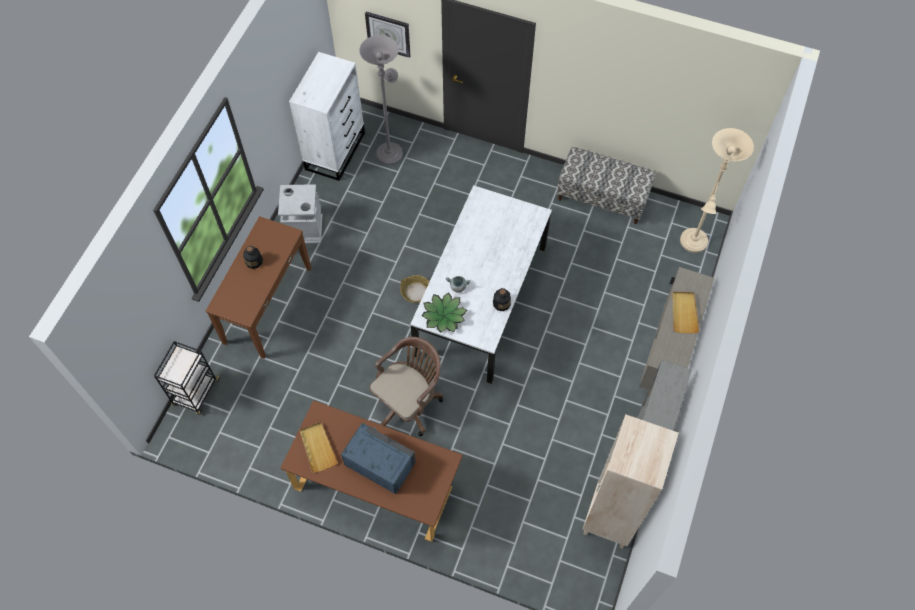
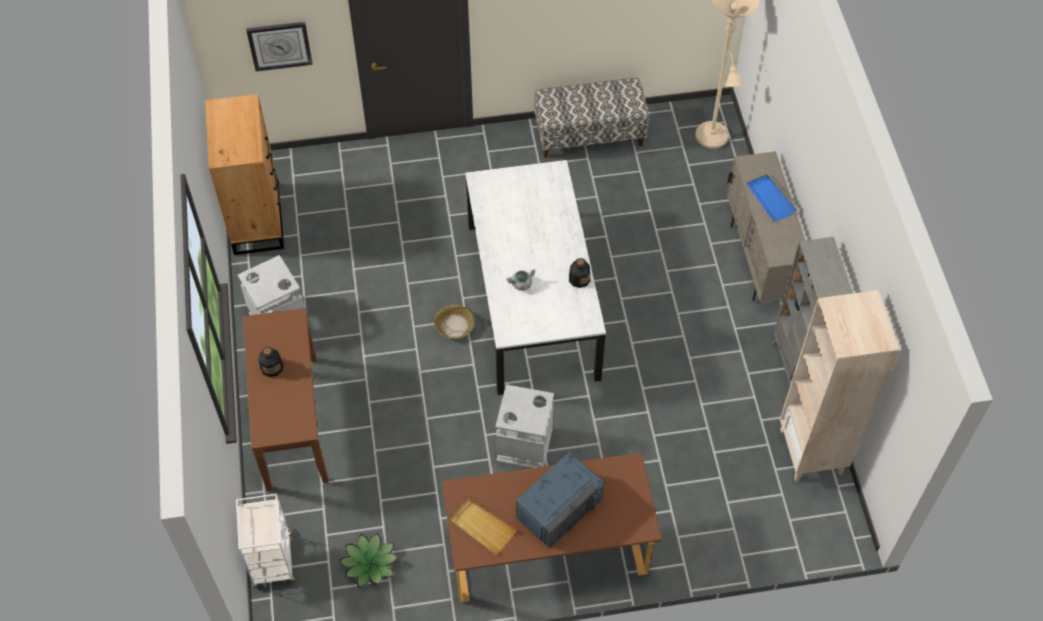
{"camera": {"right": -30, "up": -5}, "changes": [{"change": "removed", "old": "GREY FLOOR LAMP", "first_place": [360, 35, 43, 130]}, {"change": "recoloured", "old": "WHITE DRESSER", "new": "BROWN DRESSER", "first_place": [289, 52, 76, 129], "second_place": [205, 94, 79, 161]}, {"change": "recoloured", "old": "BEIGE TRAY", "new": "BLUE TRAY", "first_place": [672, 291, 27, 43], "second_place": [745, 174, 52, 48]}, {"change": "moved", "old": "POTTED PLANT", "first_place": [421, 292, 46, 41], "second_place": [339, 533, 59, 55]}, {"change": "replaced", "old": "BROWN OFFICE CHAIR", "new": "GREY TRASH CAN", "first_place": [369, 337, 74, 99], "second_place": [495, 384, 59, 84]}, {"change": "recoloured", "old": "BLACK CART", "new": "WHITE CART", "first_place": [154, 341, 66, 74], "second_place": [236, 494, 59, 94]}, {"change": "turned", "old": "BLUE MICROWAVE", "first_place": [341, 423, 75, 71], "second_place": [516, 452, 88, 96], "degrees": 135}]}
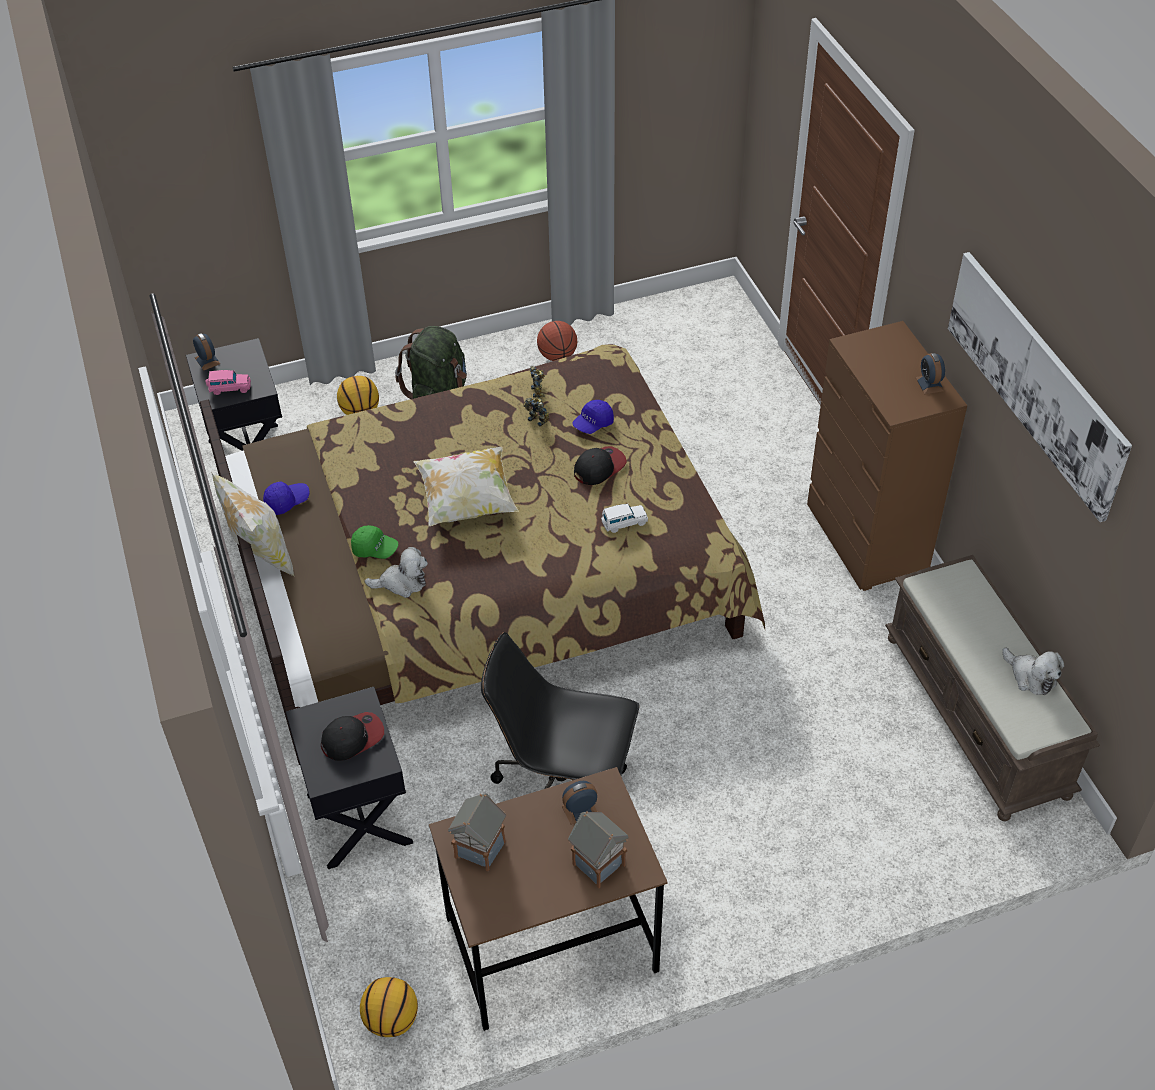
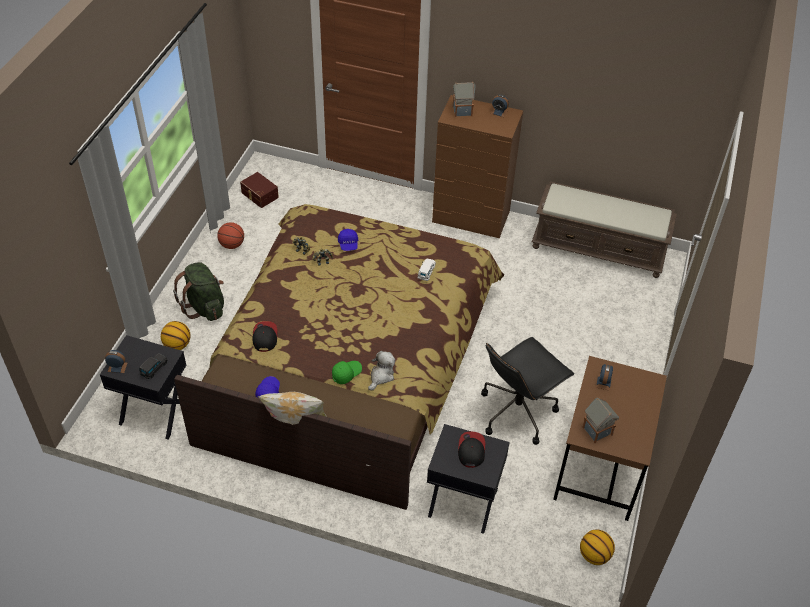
{"camera": {"right": -55, "up": 0}, "changes": [{"change": "removed", "old": "PICTURE", "first_place": [948, 252, 184, 270]}, {"change": "recoloured", "old": "PINK TOY CAR", "new": "BLACK TOY CAR", "first_place": [206, 370, 45, 25], "second_place": [139, 353, 29, 26]}, {"change": "removed", "old": "PILLOW", "first_place": [413, 446, 106, 80]}, {"change": "moved", "old": "CAP", "first_place": [574, 446, 53, 39], "second_place": [252, 321, 25, 31]}, {"change": "removed", "old": "PLUSH TOY", "first_place": [1002, 647, 62, 48]}, {"change": "moved", "old": "TOY HOUSE", "first_place": [568, 811, 61, 78], "second_place": [452, 82, 24, 35]}, {"change": "added", "new": "BROWN STORAGE BOX", "second_place": [240, 172, 39, 36]}]}
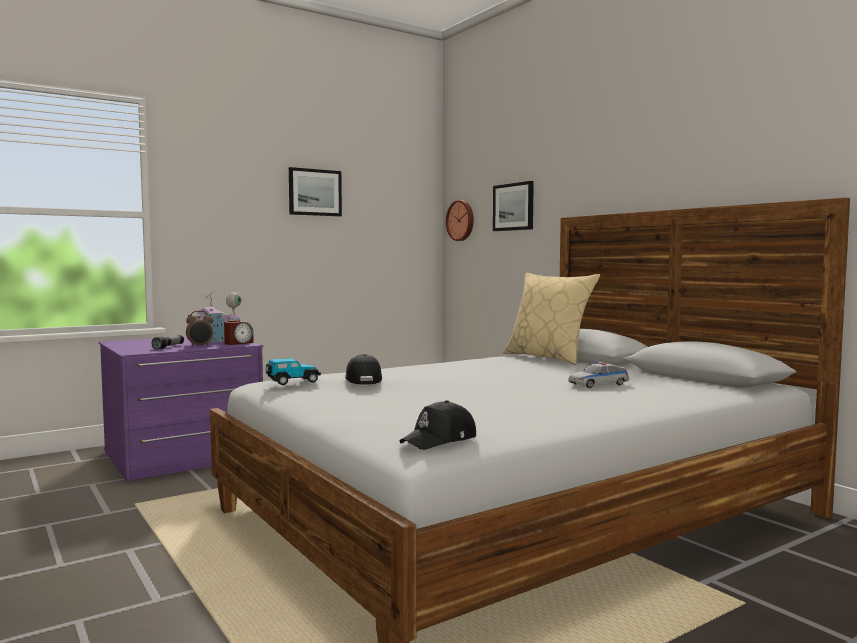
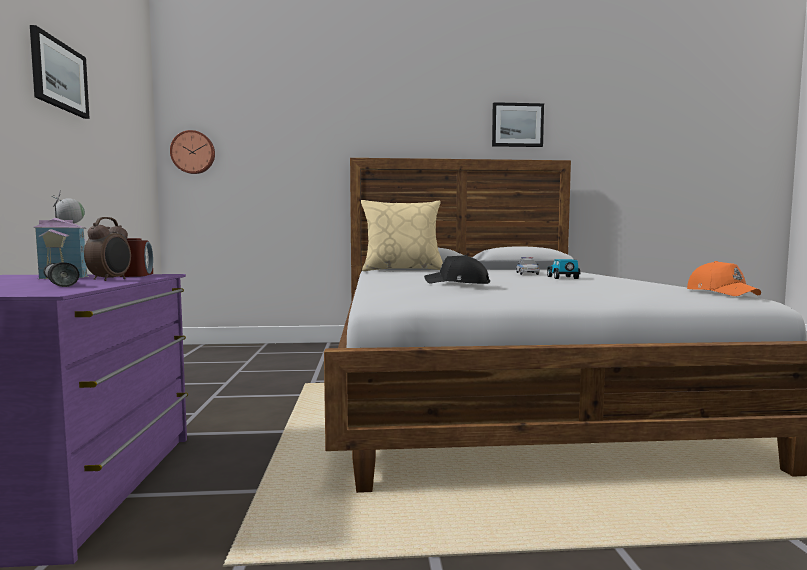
{"camera": {"right": -60, "up": 0}, "changes": [{"change": "moved", "old": "PICTURE", "first_place": [493, 181, 41, 50], "second_place": [492, 102, 52, 45]}, {"change": "moved", "old": "TOY CAR", "first_place": [266, 358, 55, 27], "second_place": [547, 259, 33, 20]}, {"change": "recoloured", "old": "BLACK CAP", "new": "ORANGE CAP", "first_place": [400, 400, 76, 50], "second_place": [687, 261, 74, 35]}]}
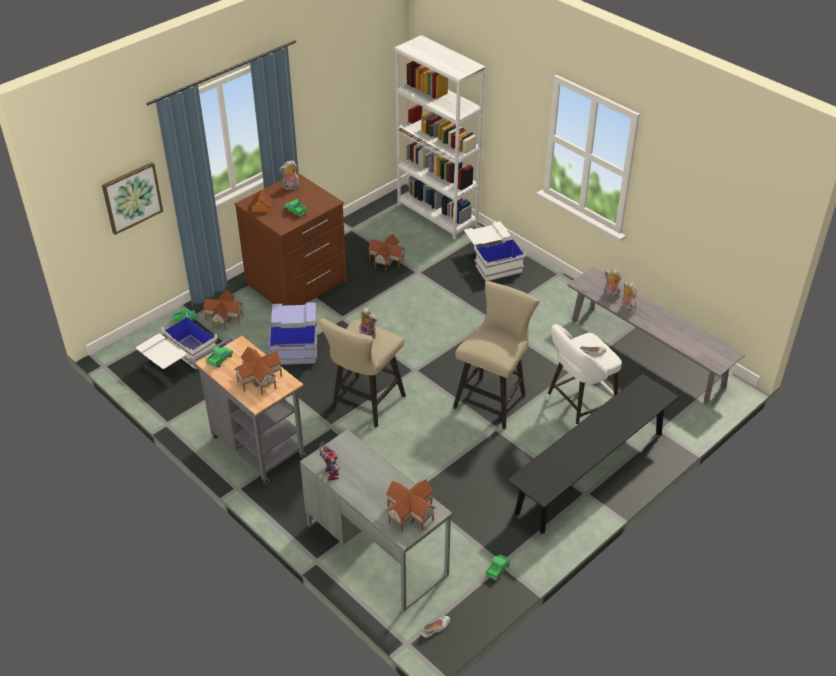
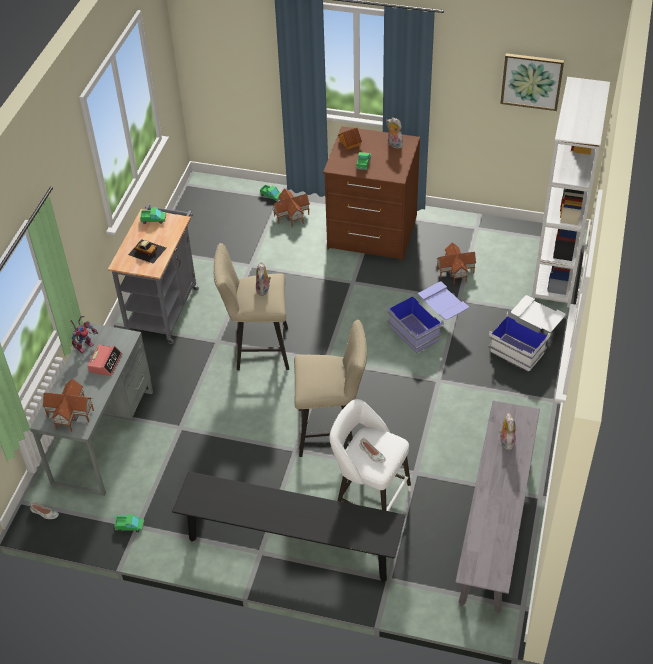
{"camera": {"right": 60, "up": 5}, "changes": [{"change": "moved", "old": "PICTURE", "first_place": [102, 162, 61, 73], "second_place": [500, 53, 64, 58]}, {"change": "removed", "old": "PLUSH TOY", "first_place": [622, 282, 15, 32]}, {"change": "moved", "old": "BLUE STORAGE BOX", "first_place": [267, 302, 50, 63], "second_place": [387, 282, 82, 71]}, {"change": "removed", "old": "WHITE STORAGE BOX", "first_place": [136, 313, 81, 56]}, {"change": "replaced", "old": "TOY HOUSE", "new": "TOY CAR", "first_place": [234, 347, 48, 48], "second_place": [128, 239, 38, 24]}, {"change": "added", "new": "ALARM CLOCK", "second_place": [87, 345, 35, 31]}]}
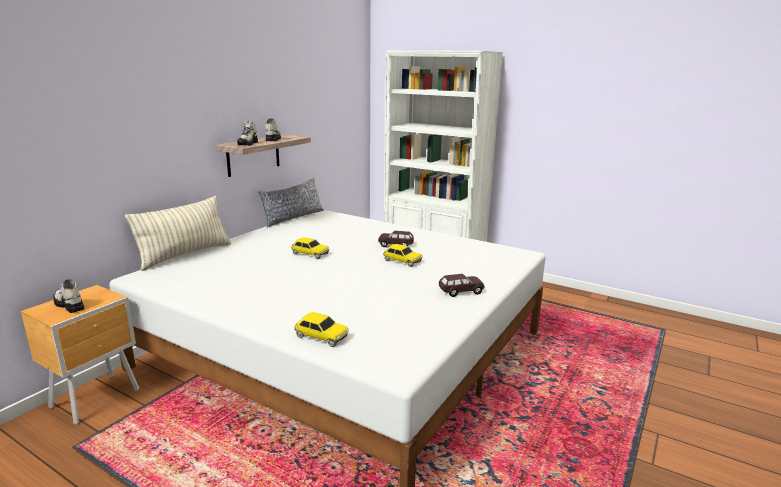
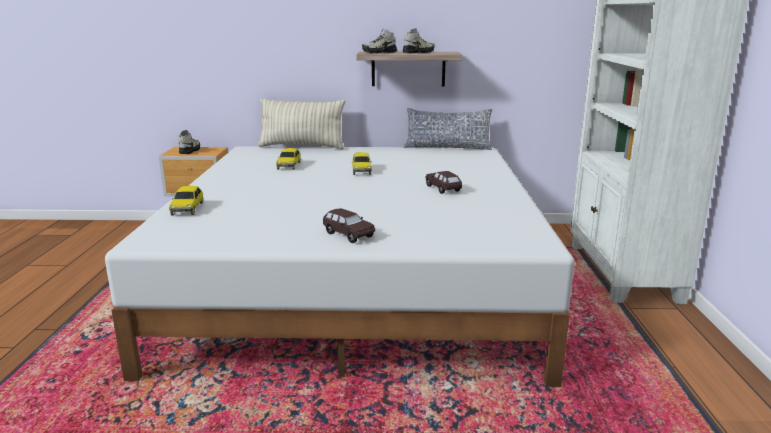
{"camera": {"right": 60, "up": 0}, "changes": [{"change": "moved", "old": "TOY CAR", "first_place": [383, 244, 39, 23], "second_place": [276, 148, 25, 22]}]}
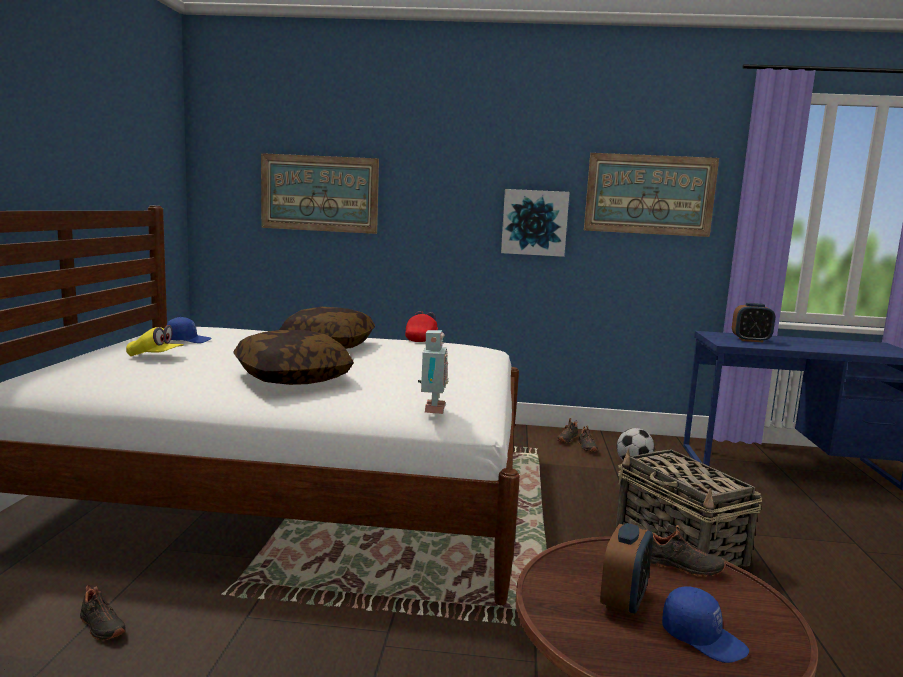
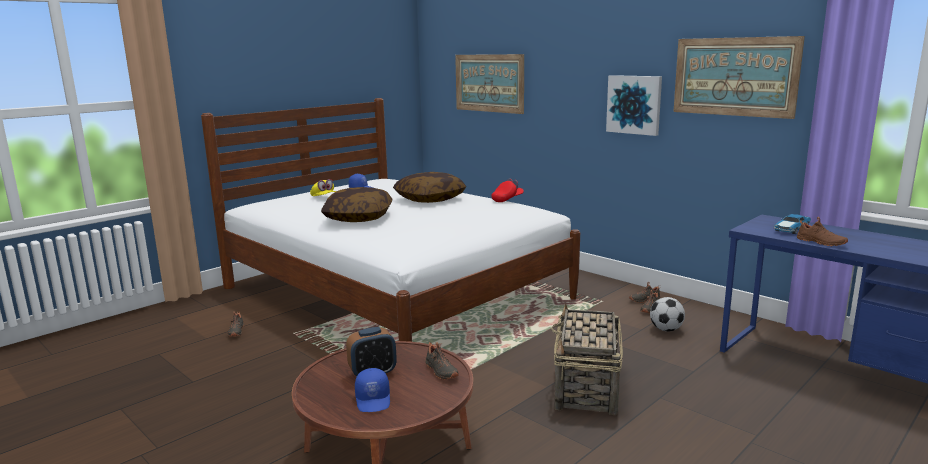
{"camera": {"right": 40, "up": 5}, "changes": [{"change": "replaced", "old": "ALARM CLOCK", "new": "TOY CAR", "first_place": [732, 303, 43, 39], "second_place": [773, 214, 38, 20]}, {"change": "removed", "old": "TOY ROBOT", "first_place": [418, 330, 31, 84]}, {"change": "added", "new": "BROWN SHOE", "second_place": [797, 217, 51, 29]}]}
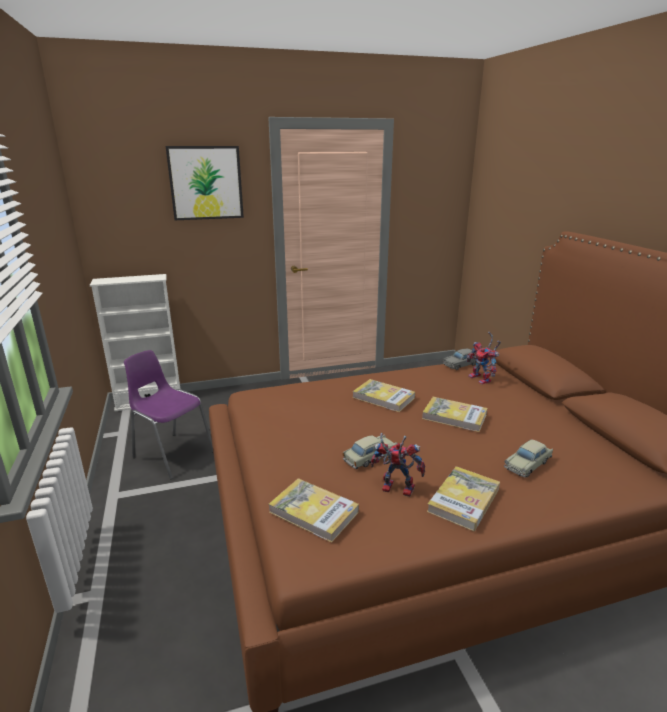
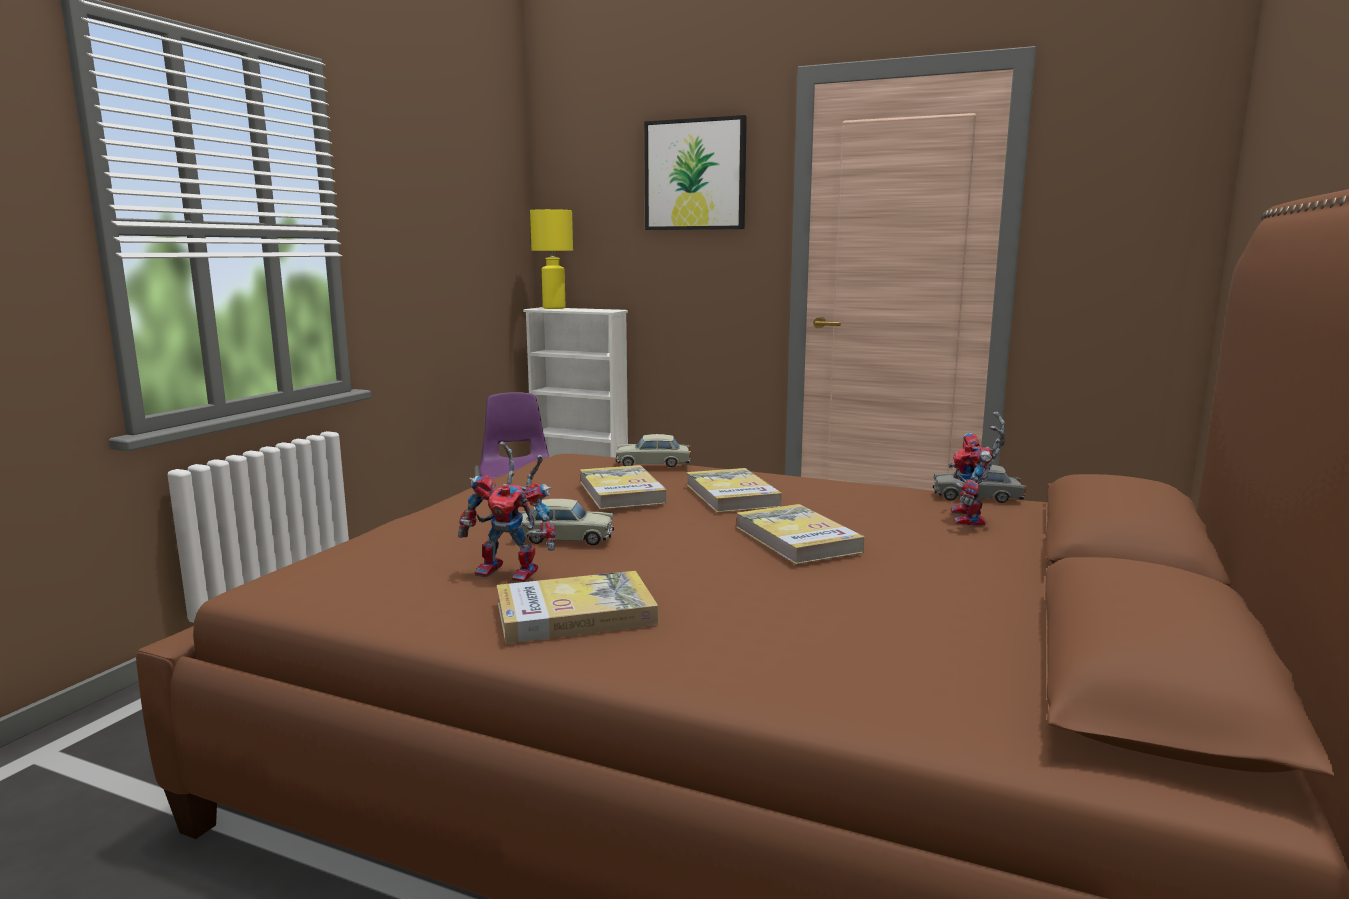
{"camera": {"right": 40, "up": -10}, "changes": [{"change": "turned", "old": "TOY ROBOT", "first_place": [371, 433, 54, 64], "second_place": [458, 441, 98, 141], "degrees": 135}, {"change": "moved", "old": "BEIGE TOY CAR", "first_place": [504, 439, 49, 39], "second_place": [616, 434, 75, 33]}, {"change": "moved", "old": "BOOK", "first_place": [269, 478, 90, 65], "second_place": [580, 465, 87, 44]}, {"change": "added", "new": "YELLOW TABLE LAMP", "second_place": [530, 209, 43, 100]}]}
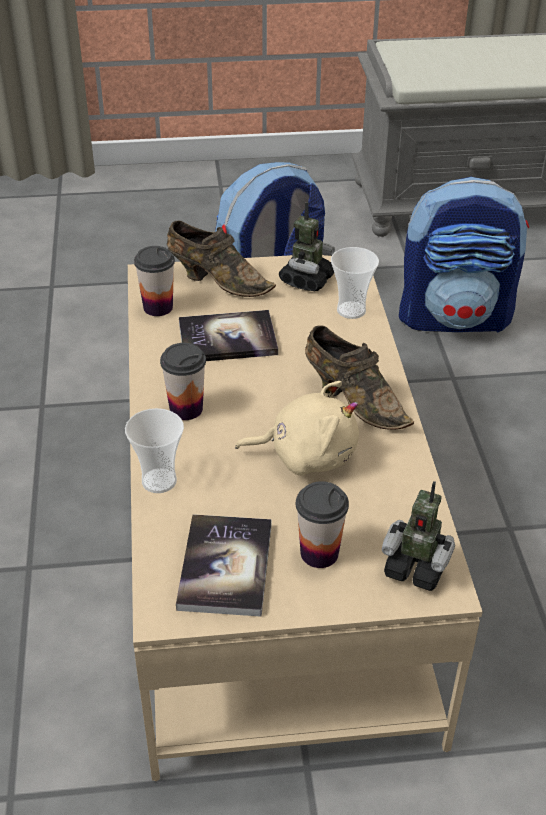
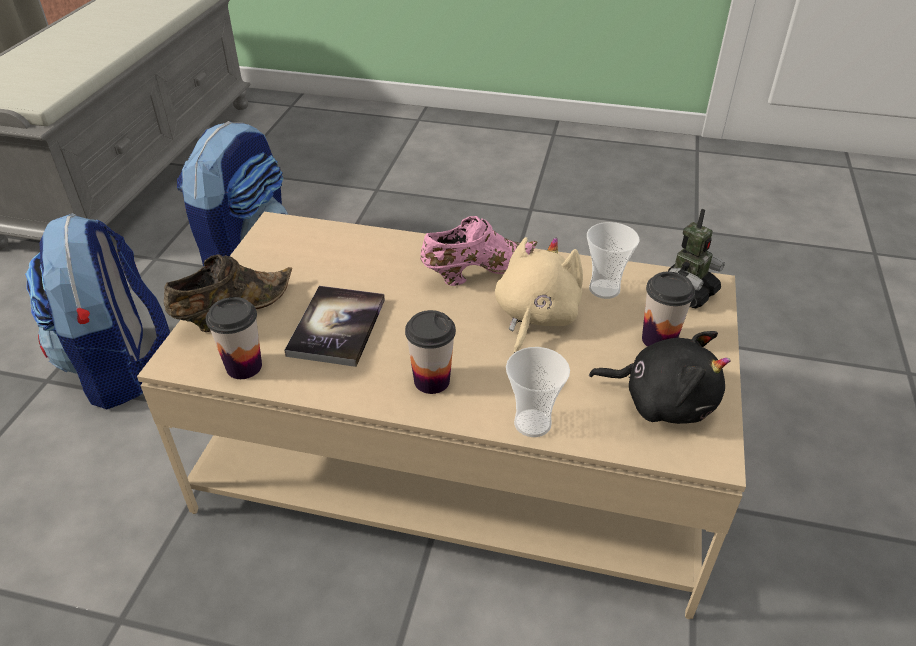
{"camera": {"right": -70, "up": 0}, "changes": [{"change": "removed", "old": "TOY ROBOT", "first_place": [279, 202, 56, 89]}, {"change": "moved", "old": "CUP", "first_place": [331, 247, 48, 72], "second_place": [587, 222, 52, 77]}, {"change": "recoloured", "old": "BROWN SHOE", "new": "PINK SHOE", "first_place": [305, 325, 109, 105], "second_place": [420, 216, 118, 70]}, {"change": "replaced", "old": "BOOK", "new": "BLACK PLUSH TOY", "first_place": [176, 514, 96, 103], "second_place": [589, 331, 142, 93]}]}
